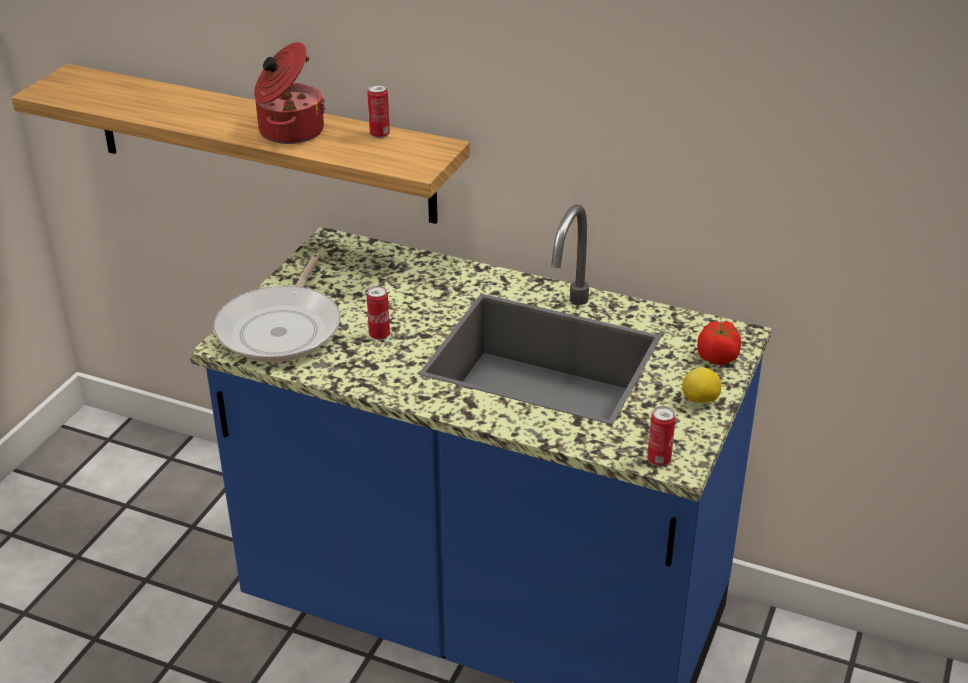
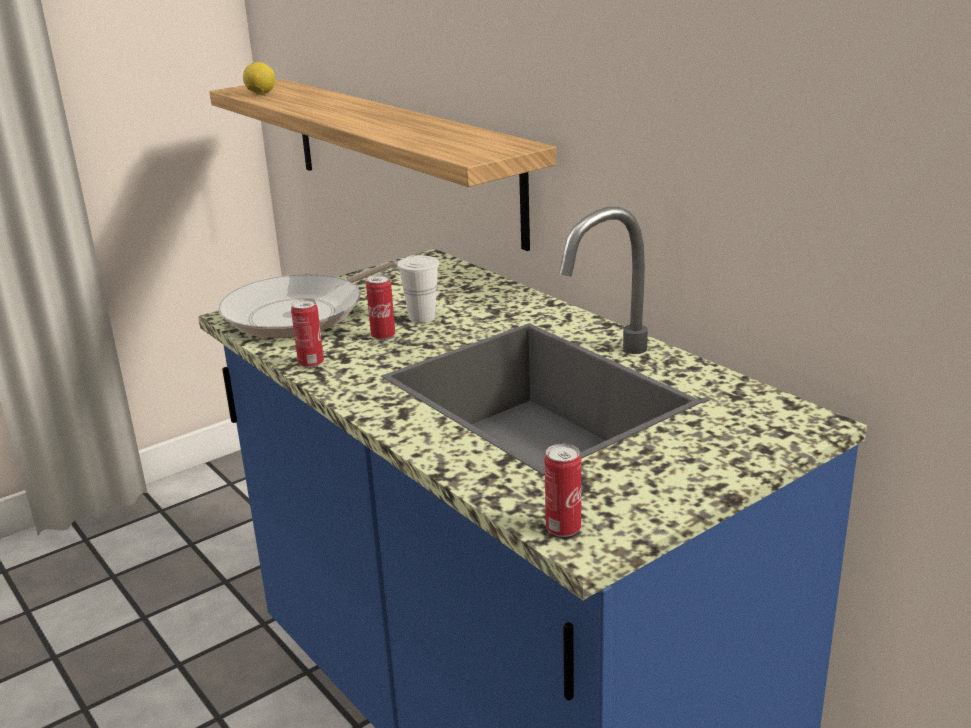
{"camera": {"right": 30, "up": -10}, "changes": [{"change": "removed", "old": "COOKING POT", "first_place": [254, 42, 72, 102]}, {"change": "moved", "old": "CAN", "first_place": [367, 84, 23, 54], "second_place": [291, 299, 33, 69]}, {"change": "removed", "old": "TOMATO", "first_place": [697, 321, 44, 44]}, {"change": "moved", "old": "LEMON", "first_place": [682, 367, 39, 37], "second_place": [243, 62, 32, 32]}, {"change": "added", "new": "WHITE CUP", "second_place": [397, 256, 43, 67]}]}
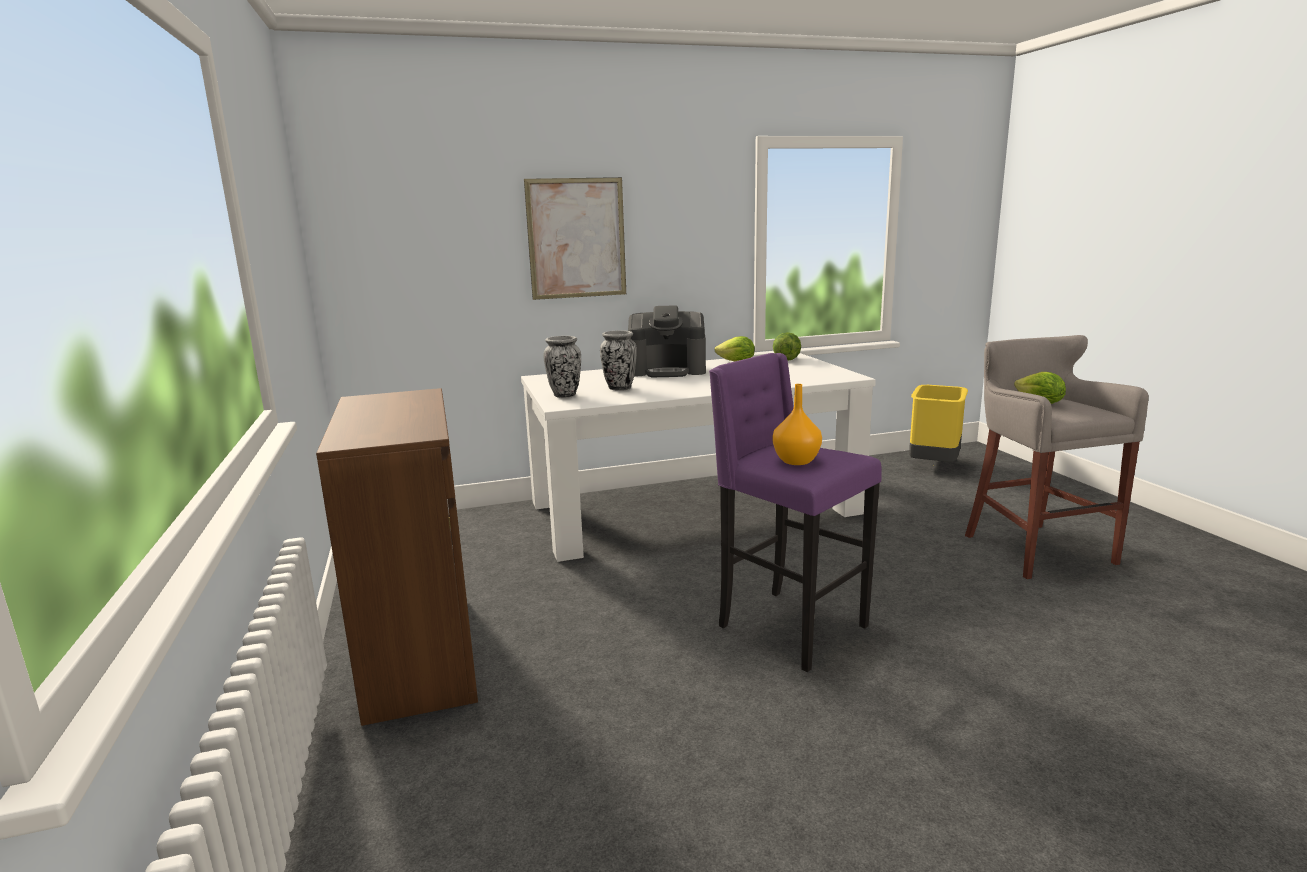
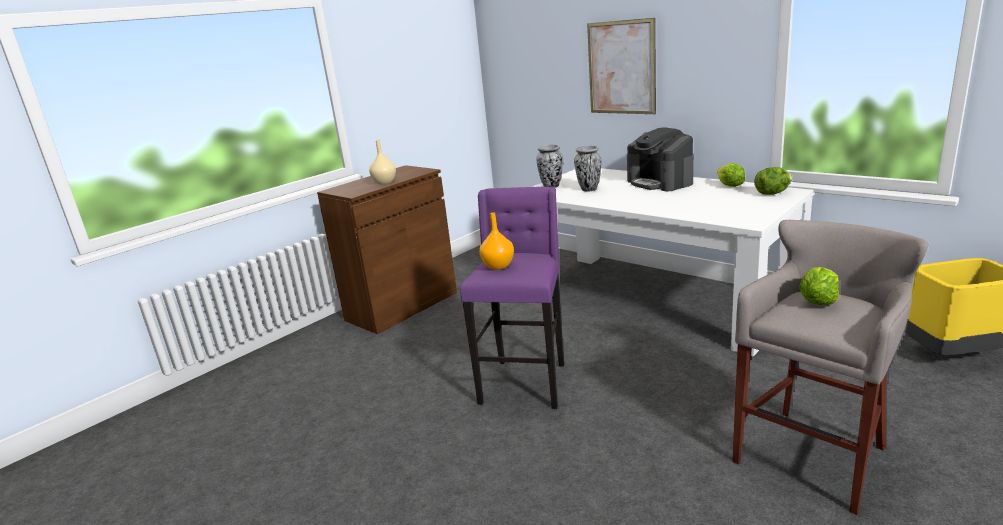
{"camera": {"right": 60, "up": 5}, "changes": [{"change": "added", "new": "BEIGE VASE", "second_place": [369, 140, 27, 44]}]}
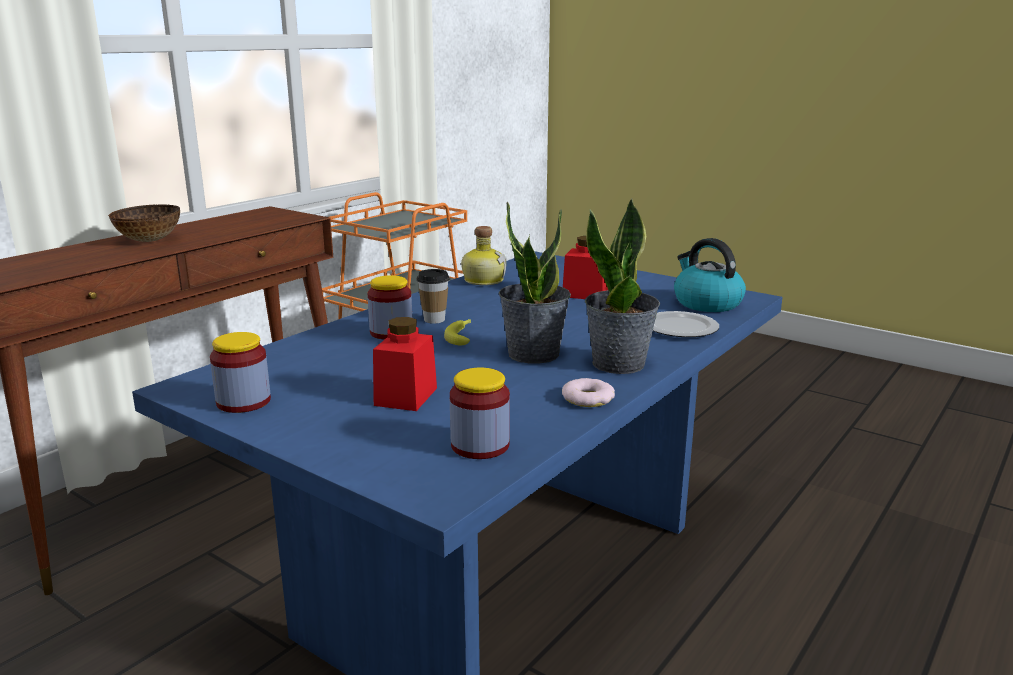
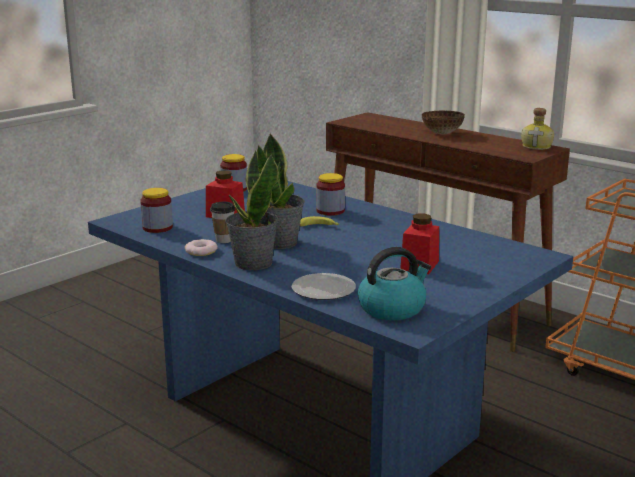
{"camera": {"right": 95, "up": 0}, "changes": [{"change": "moved", "old": "BOTTLE", "first_place": [461, 226, 45, 59], "second_place": [521, 108, 33, 42]}, {"change": "moved", "old": "CUP", "first_place": [416, 269, 34, 55], "second_place": [210, 202, 25, 41]}]}
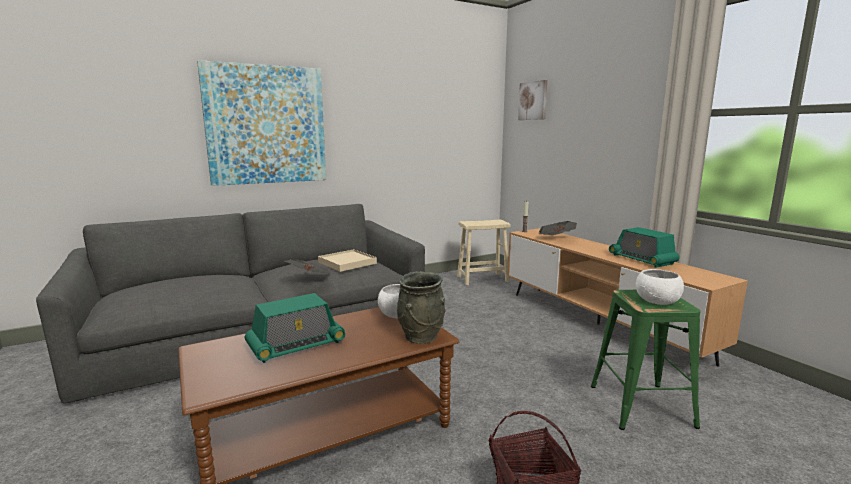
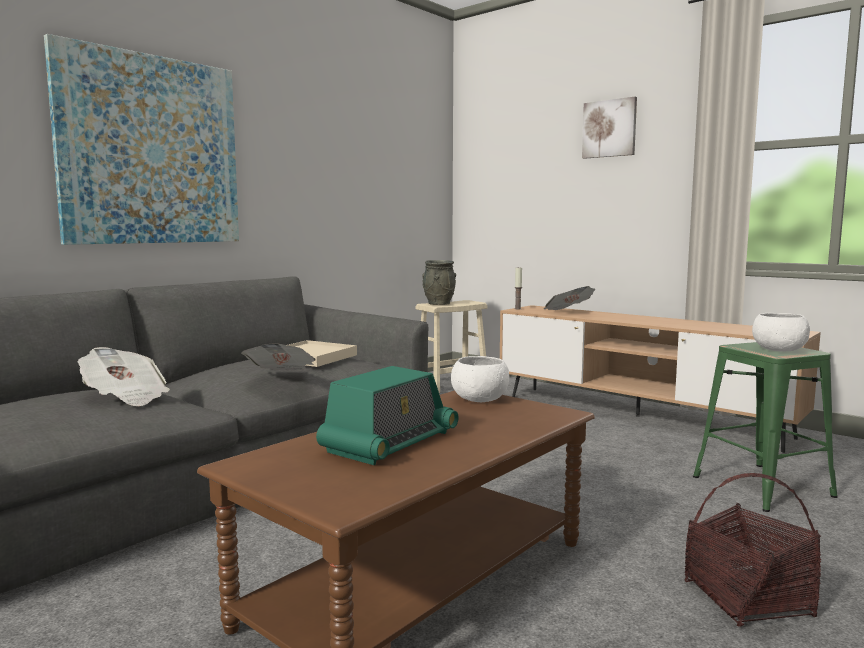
{"camera": {"right": -20, "up": -5}, "changes": [{"change": "moved", "old": "PICTURE", "first_place": [518, 80, 30, 40], "second_place": [582, 97, 55, 62]}, {"change": "removed", "old": "RADIO", "first_place": [609, 227, 71, 41]}, {"change": "moved", "old": "GREY VASE", "first_place": [397, 271, 49, 73], "second_place": [422, 260, 34, 45]}, {"change": "added", "new": "NEWSPAPER", "second_place": [78, 347, 92, 59]}]}
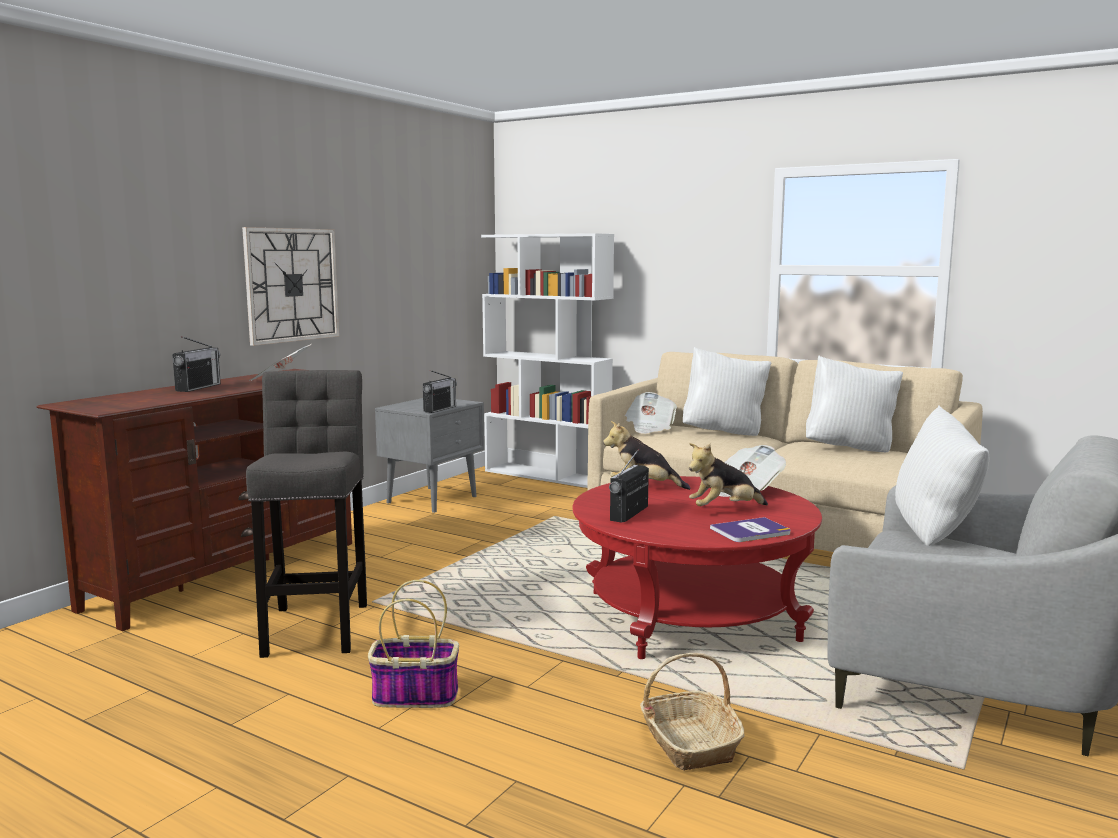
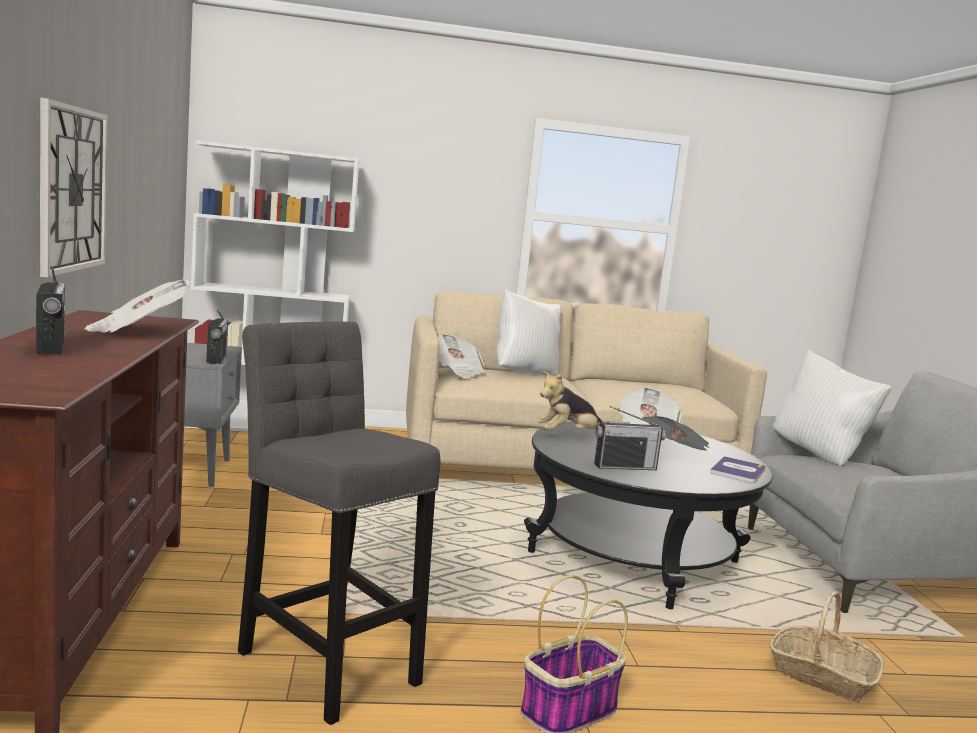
{"camera": {"right": -40, "up": 0}, "changes": [{"change": "removed", "old": "WHITE PILLOW", "first_place": [806, 356, 97, 96]}, {"change": "replaced", "old": "PLUSH TOY", "new": "NEWSPAPER", "first_place": [689, 443, 79, 63], "second_place": [642, 416, 68, 34]}, {"change": "turned", "old": "RADIO", "first_place": [609, 449, 40, 73], "second_place": [594, 406, 72, 64], "degrees": -90}, {"change": "recoloured", "old": "RED COFFEE TABLE", "new": "BLACK COFFEE TABLE", "first_place": [573, 476, 249, 183], "second_place": [524, 421, 249, 188]}]}
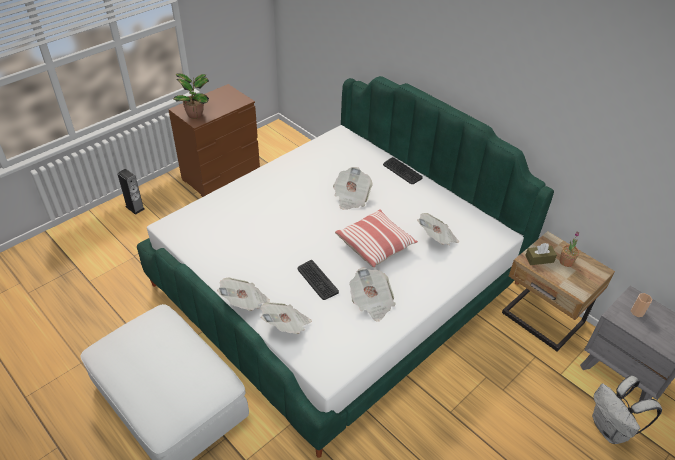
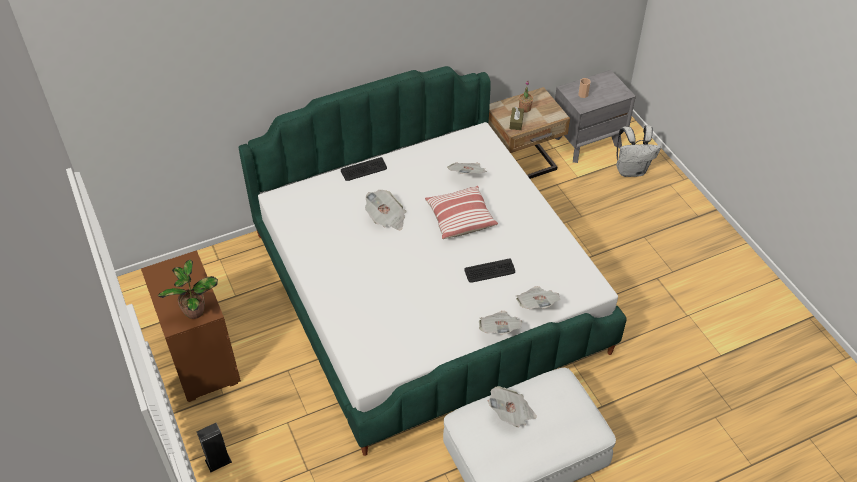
{"camera": {"right": -70, "up": 5}, "changes": [{"change": "moved", "old": "NEWSPAPER", "first_place": [349, 267, 47, 55], "second_place": [488, 386, 49, 41]}]}
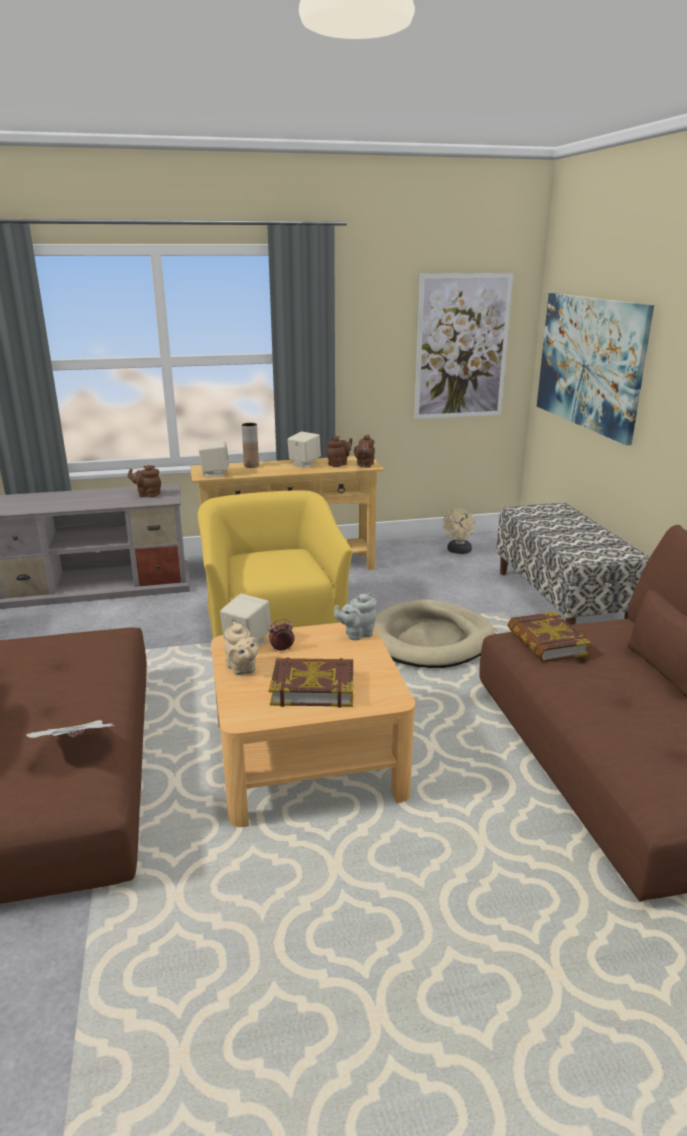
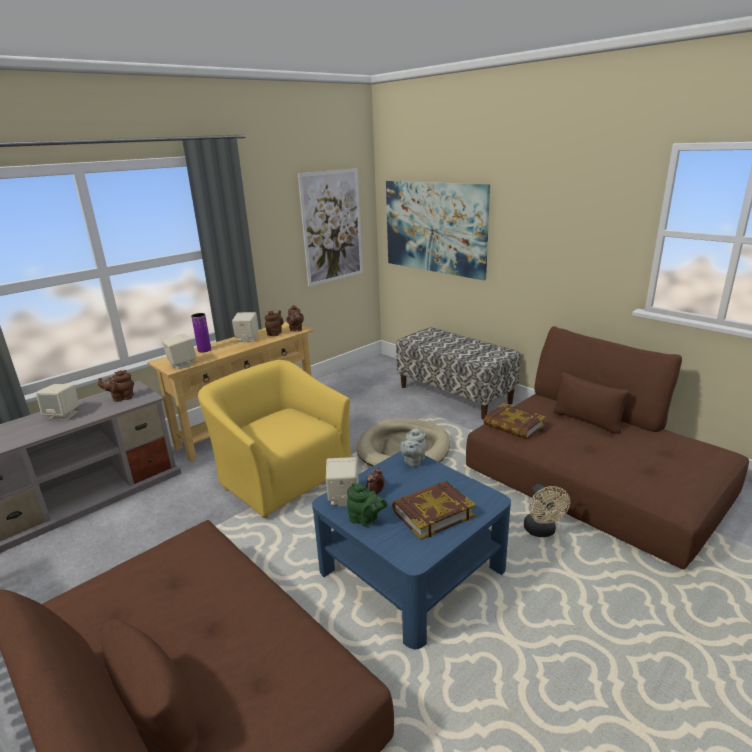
{"camera": {"right": -30, "up": 0}, "changes": [{"change": "recoloured", "old": "BROWN VASE", "new": "PURPLE VASE", "first_place": [242, 423, 17, 45], "second_place": [191, 313, 20, 40]}, {"change": "moved", "old": "BEIGE FAN", "first_place": [443, 509, 32, 45], "second_place": [524, 484, 46, 53]}, {"change": "recoloured", "old": "BEIGE TEAPOT", "new": "GREEN TEAPOT", "first_place": [224, 621, 35, 54], "second_place": [347, 483, 40, 43]}, {"change": "recoloured", "old": "BEIGE COFFEE TABLE", "new": "BLUE COFFEE TABLE", "first_place": [211, 623, 204, 204], "second_place": [312, 451, 199, 199]}, {"change": "removed", "old": "NEWSPAPER", "first_place": [26, 720, 89, 18]}, {"change": "added", "new": "BEIGE SPEAKER", "second_place": [36, 384, 43, 36]}]}
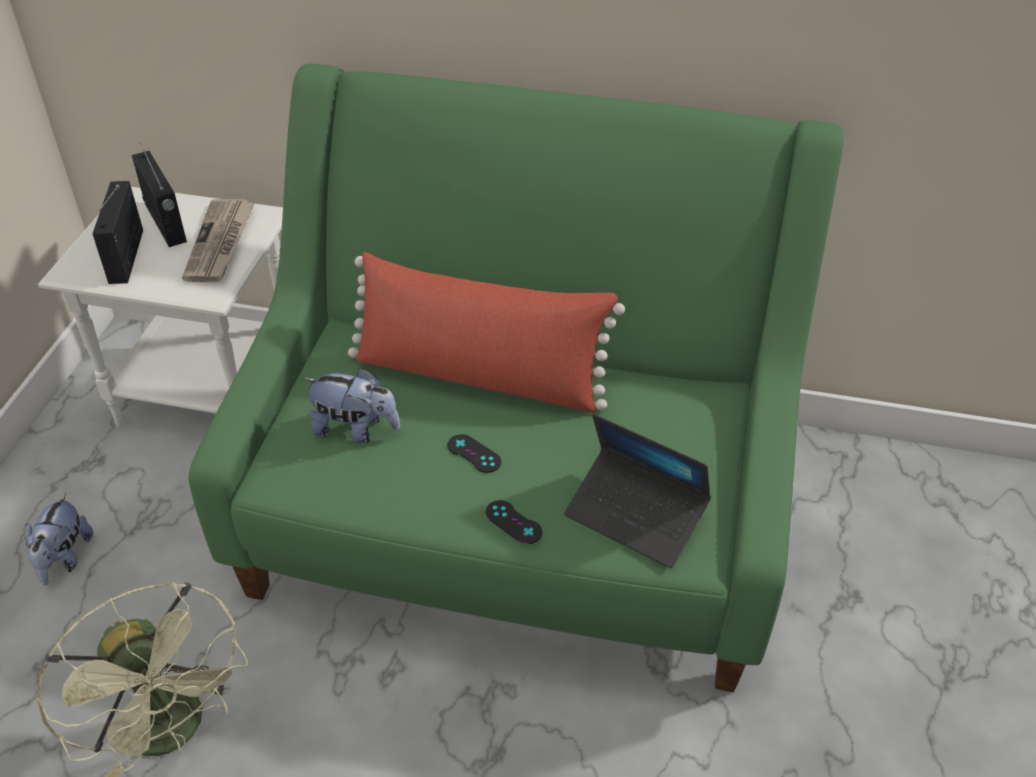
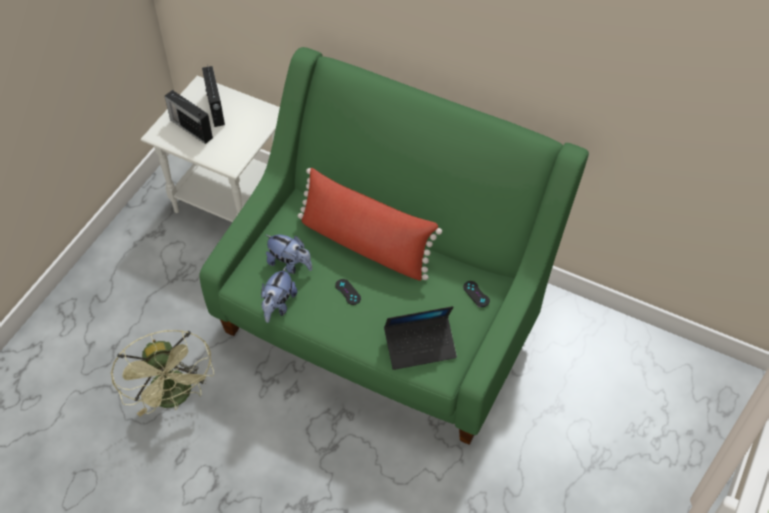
{"camera": {"right": 15, "up": 10}, "changes": [{"change": "turned", "old": "RADIO", "first_place": [92, 181, 51, 103], "second_place": [165, 90, 48, 54], "degrees": -60}, {"change": "removed", "old": "NEWSPAPER", "first_place": [182, 199, 73, 83]}, {"change": "turned", "old": "LAPTOP", "first_place": [564, 414, 147, 154], "second_place": [384, 306, 73, 64], "degrees": -60}, {"change": "moved", "old": "PLUSH TOY", "first_place": [25, 493, 68, 92], "second_place": [261, 266, 36, 57]}, {"change": "moved", "old": "BLACK GAME CONTROLLER", "first_place": [485, 500, 57, 44], "second_place": [463, 281, 27, 26]}]}
